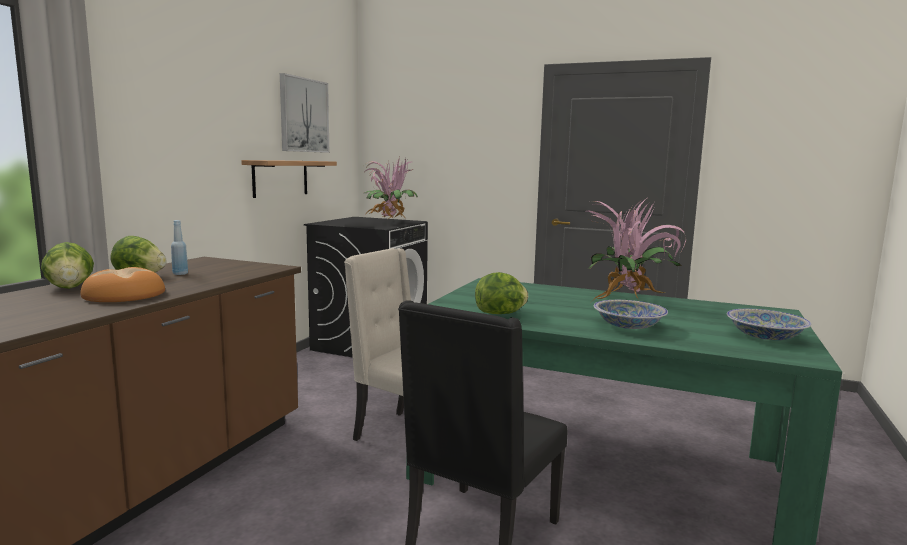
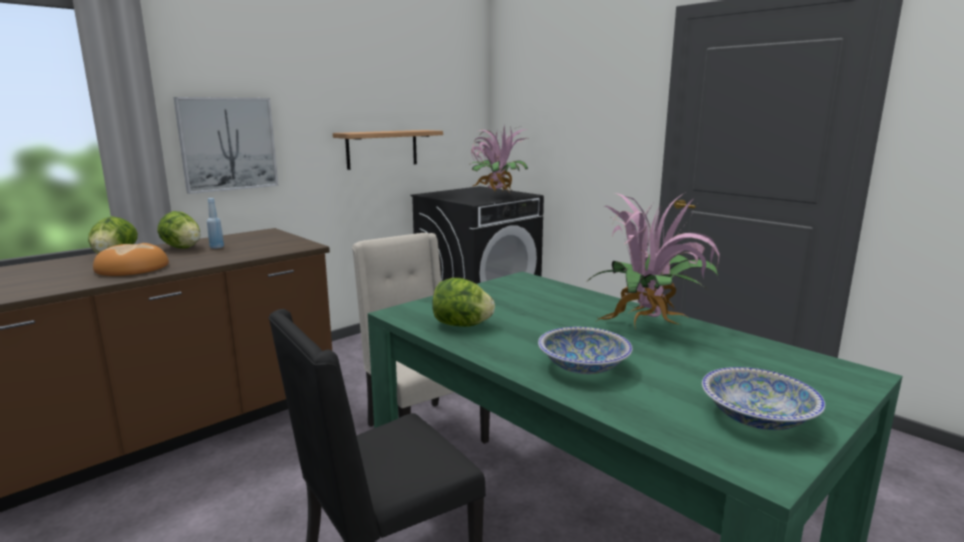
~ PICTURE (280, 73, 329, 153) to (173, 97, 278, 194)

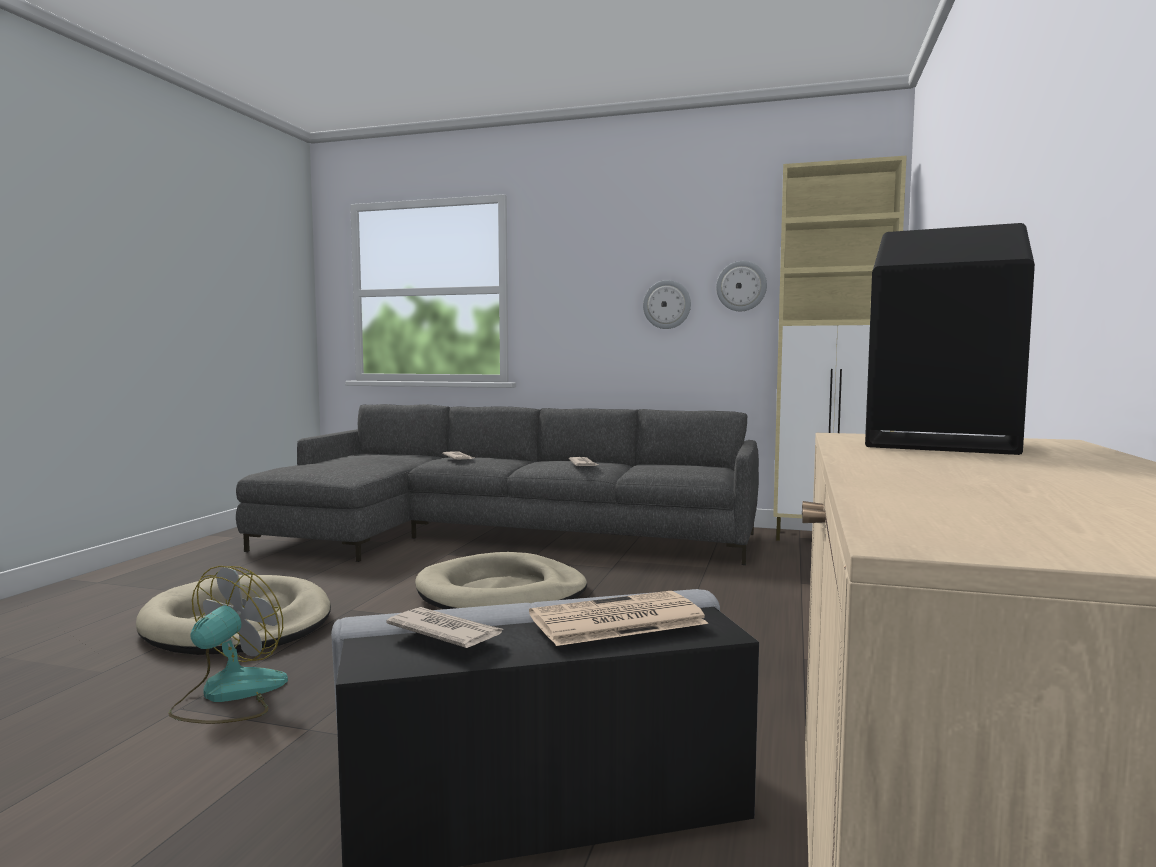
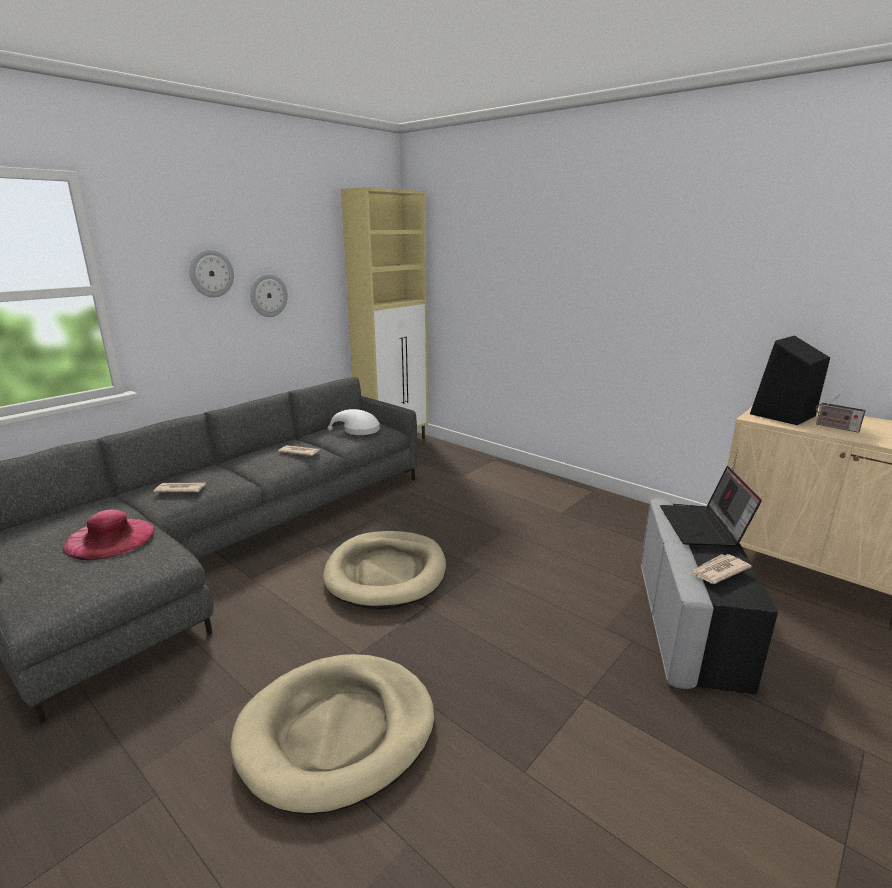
- FAN (168, 566, 288, 724)
~ NEWSPAPER (529, 591, 708, 646) to LAPTOP (660, 466, 762, 546)
~ WALL CLOCK (716, 261, 767, 311) to (190, 249, 234, 297)
+ PINK HAT (62, 510, 155, 560)
+ WHITE HAT (327, 409, 380, 435)
+ RADIO (815, 394, 866, 432)

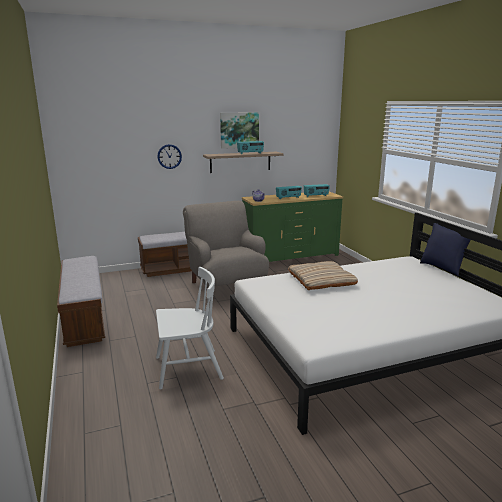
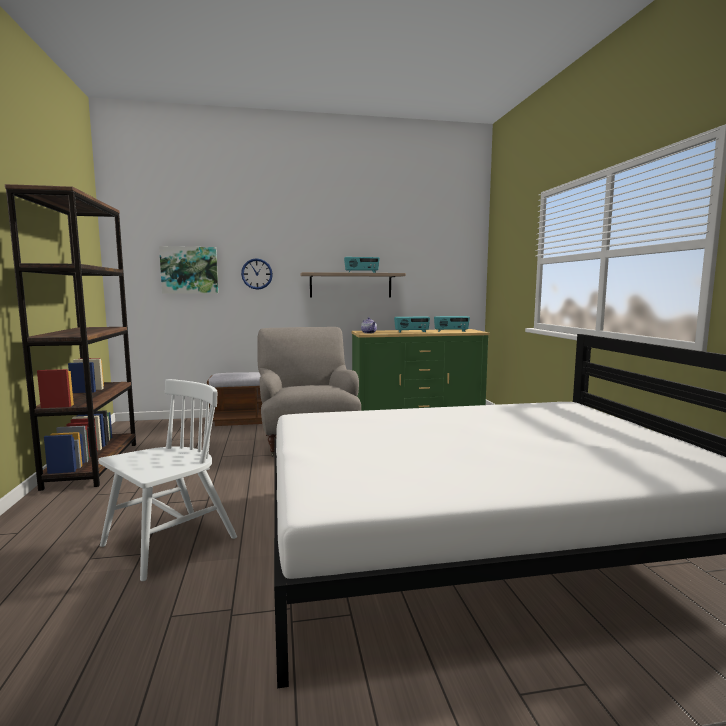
~ BENCH (57, 256, 105, 347) to BROWN BOOKCASE (5, 184, 136, 491)
~ WHITE CHAIR (156, 267, 224, 389) = (98, 379, 237, 581) 45 degrees counterclockwise
~ PICTURE (220, 112, 259, 149) to (159, 246, 218, 294)
- BEIGE PILLOW (288, 261, 358, 290)
- BLUE PILLOW (420, 223, 470, 277)

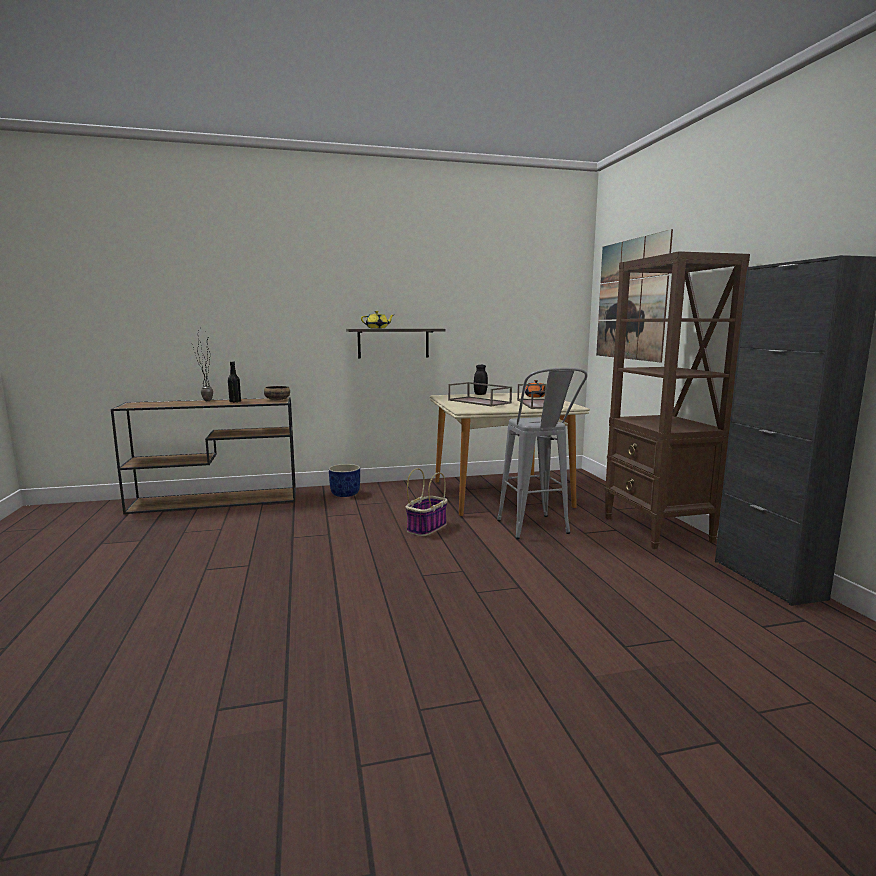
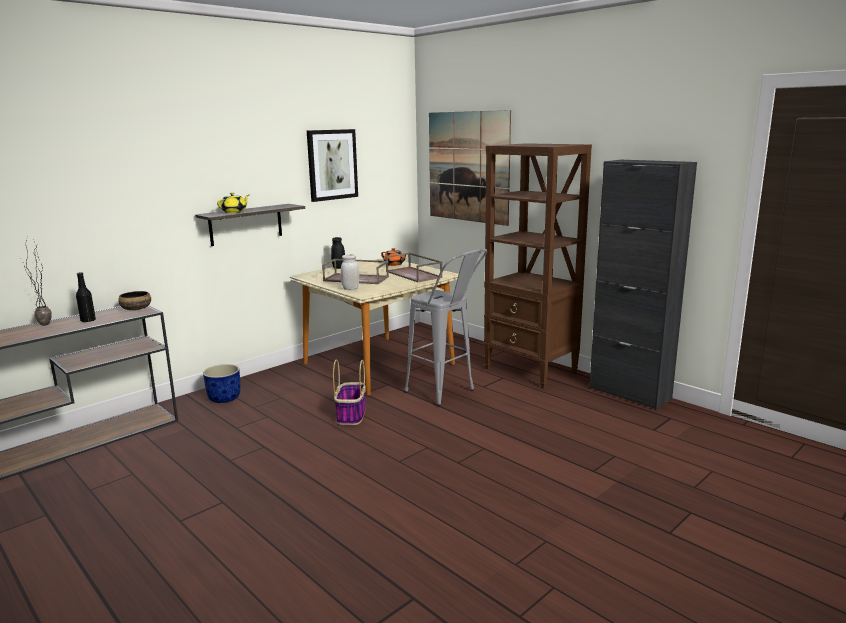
+ PICTURE (307, 129, 358, 202)
+ WHITE JAR (341, 254, 359, 290)

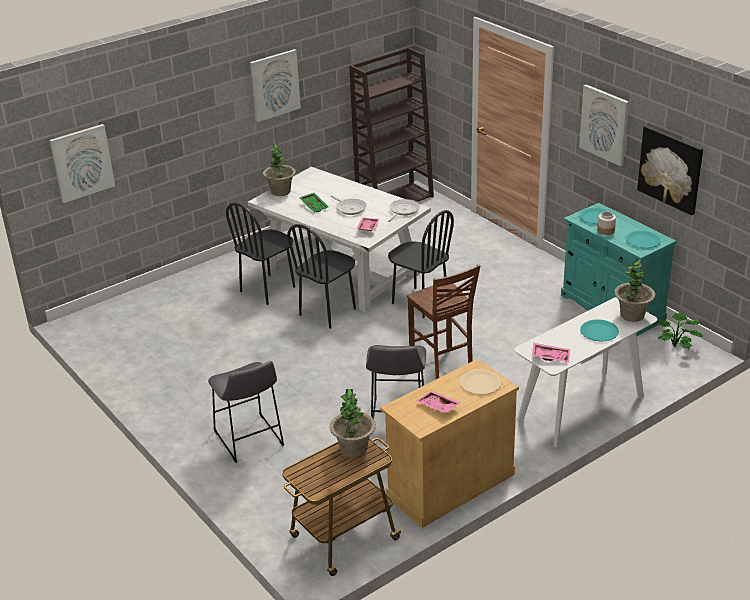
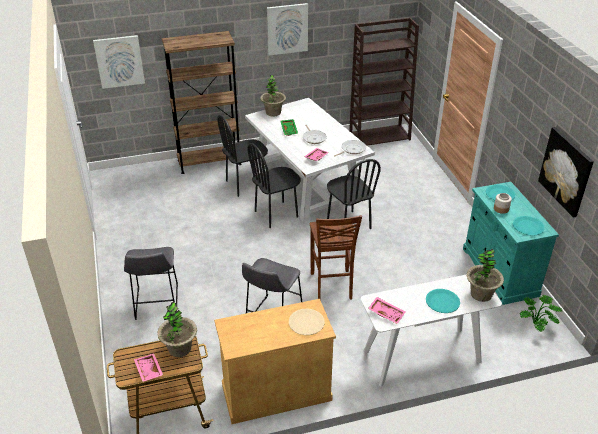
~ PINK TRAY (416, 391, 461, 413) to (134, 354, 163, 382)
- PICTURE (579, 85, 629, 166)
+ BROWN BOOKCASE (162, 31, 241, 174)

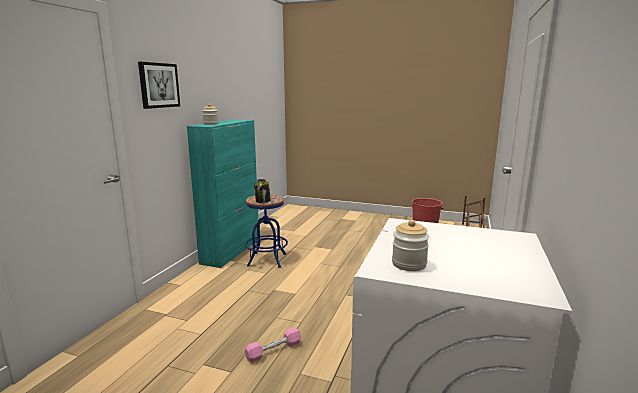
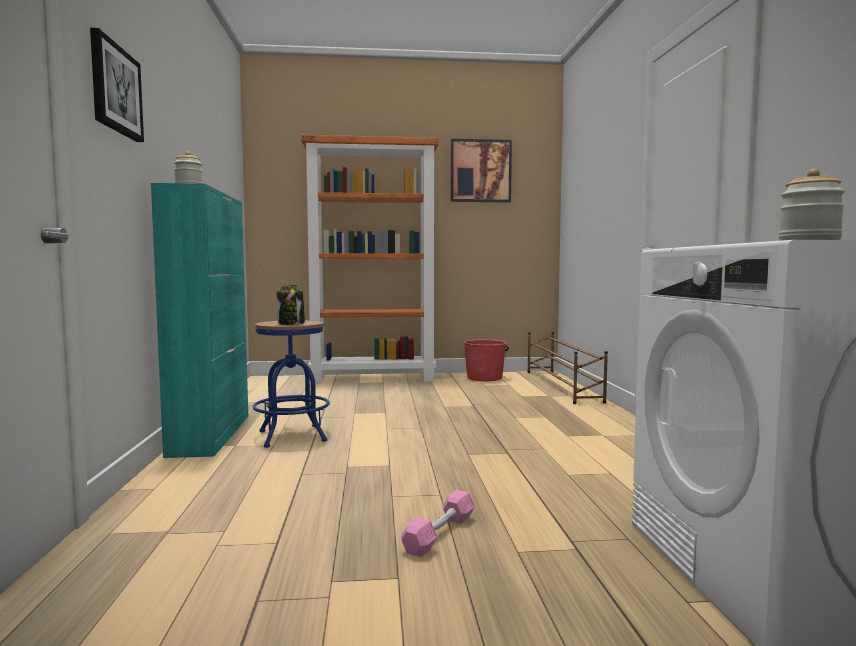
+ ORANGE BOOKCASE (301, 135, 439, 384)
+ PICTURE (450, 139, 512, 202)

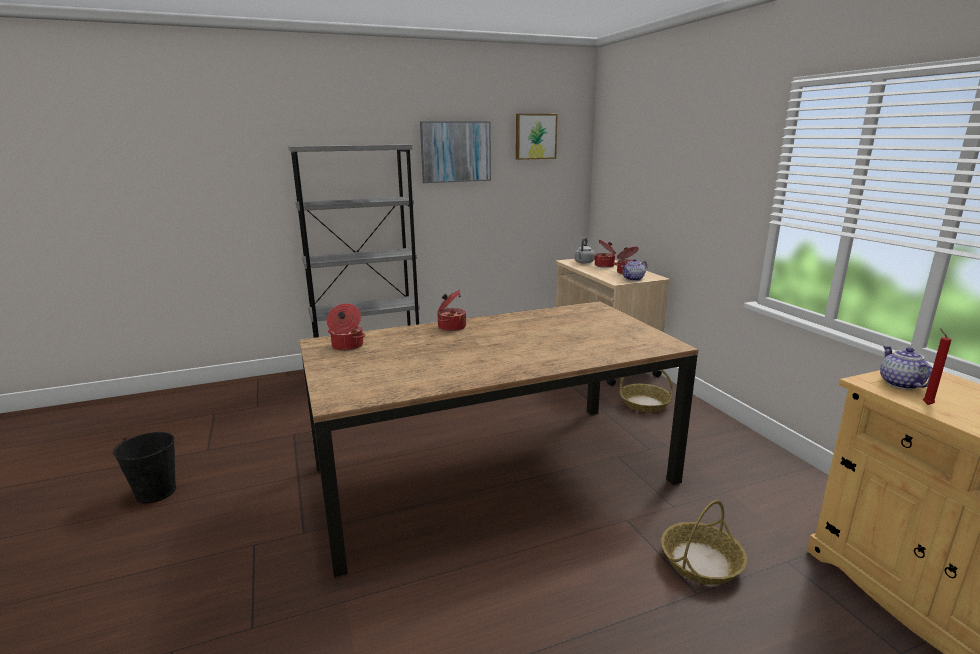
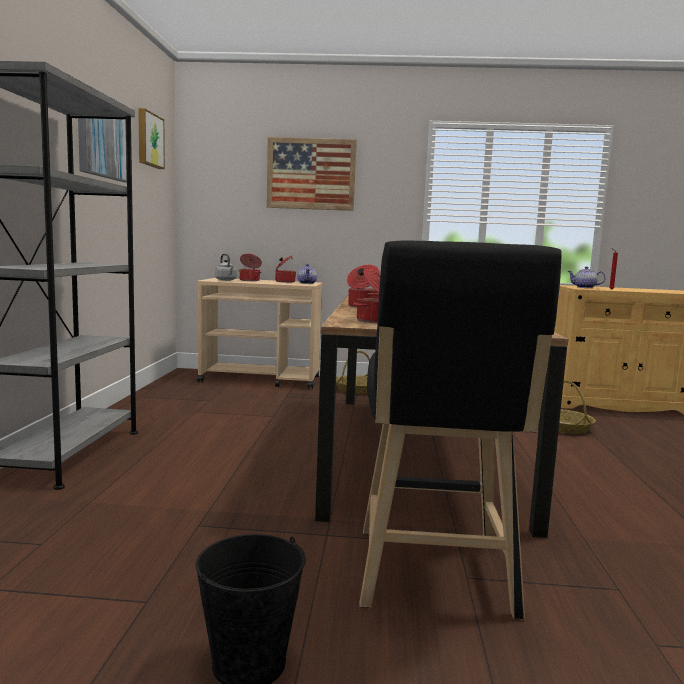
+ PICTURE (267, 137, 357, 211)
+ BLACK STOOL (359, 240, 561, 619)

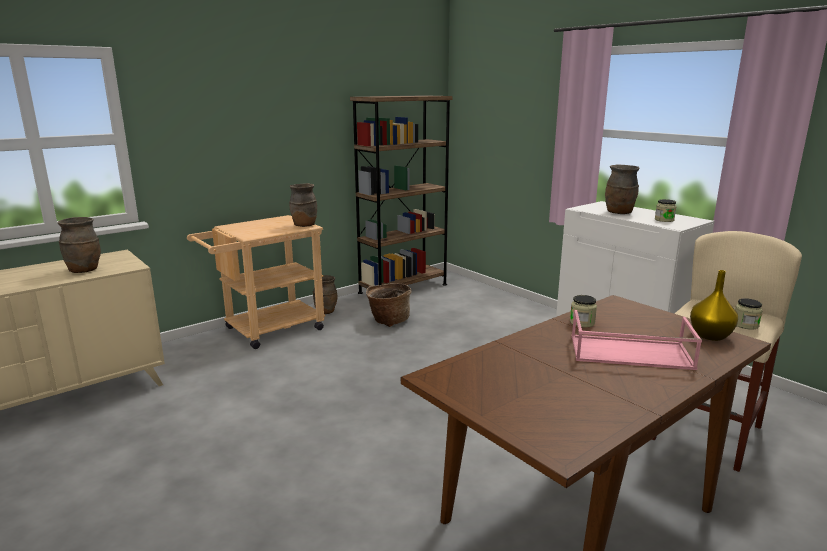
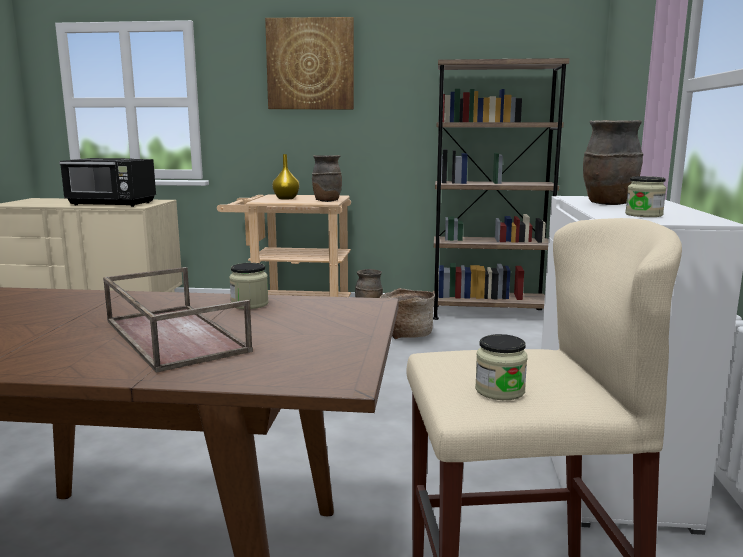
~ BROWN VASE (58, 217, 101, 273) to BLACK MICROWAVE (59, 158, 156, 207)
~ PINK TRAY (571, 310, 702, 370) to BROWN TRAY (103, 267, 253, 373)
~ YELLOW VASE (690, 270, 738, 341) to (272, 154, 299, 200)
+ PICTURE (265, 17, 354, 110)

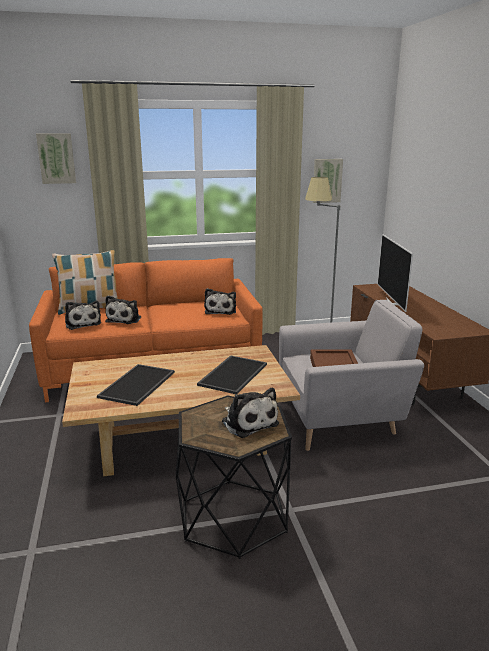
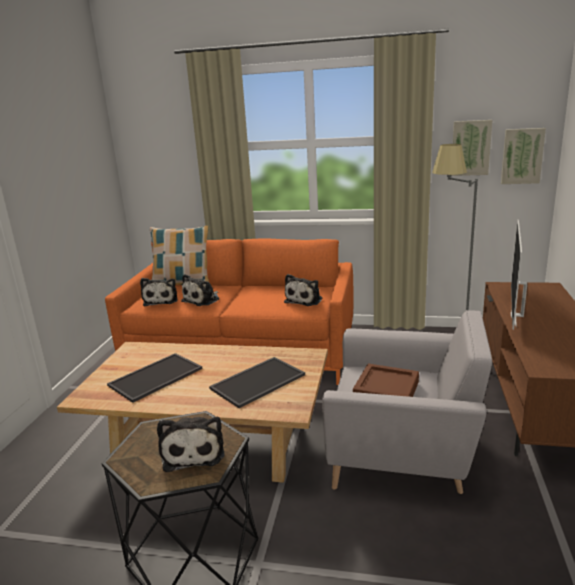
~ PICTURE (36, 133, 76, 184) to (501, 128, 546, 184)

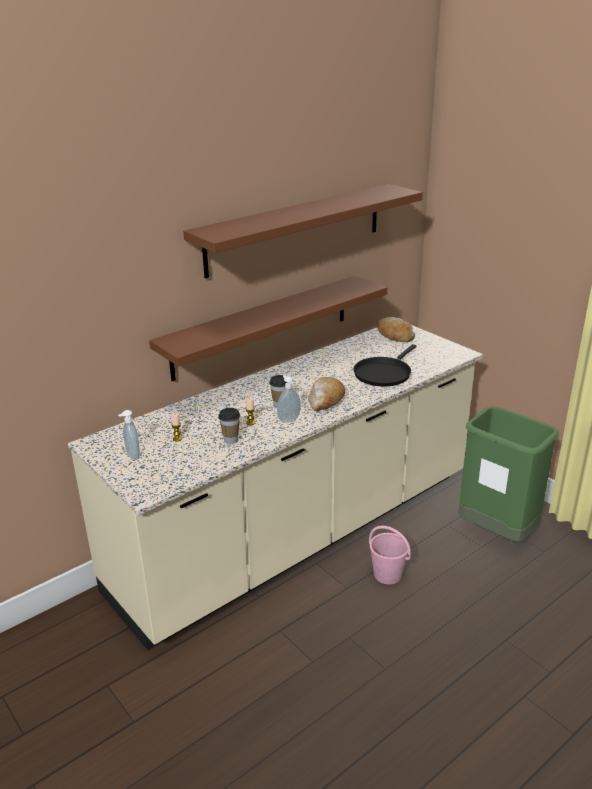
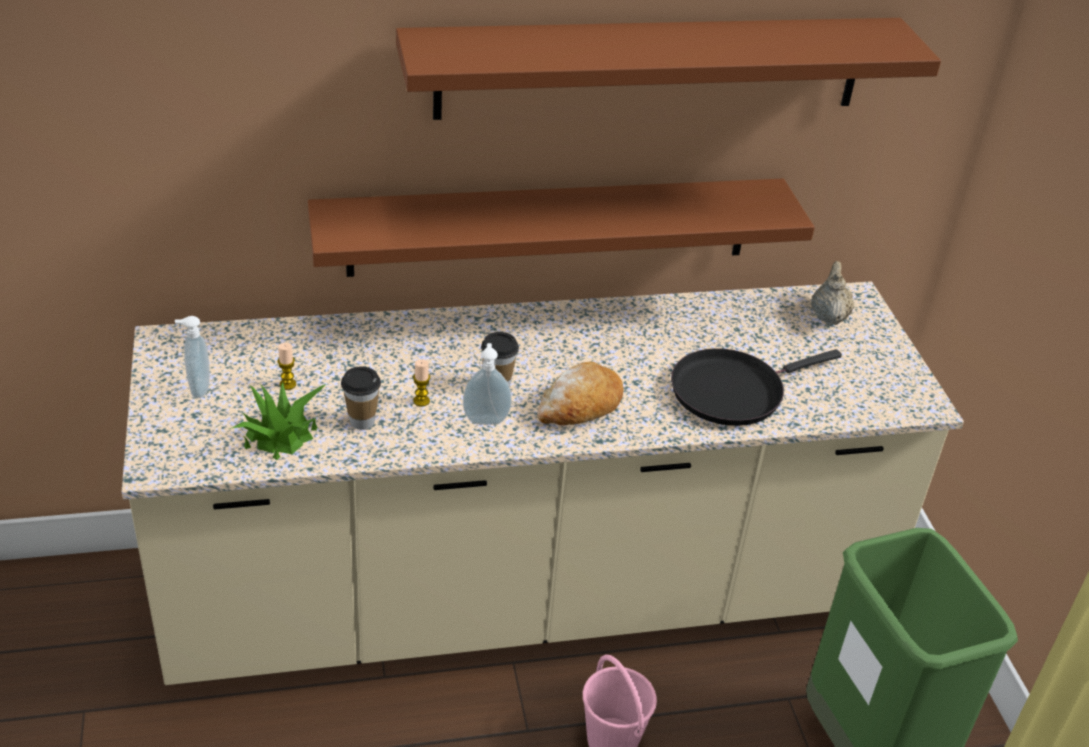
~ BREAD (377, 317, 415, 342) to BEIGE TEAPOT (811, 261, 854, 325)
+ POTTED PLANT (229, 382, 326, 460)

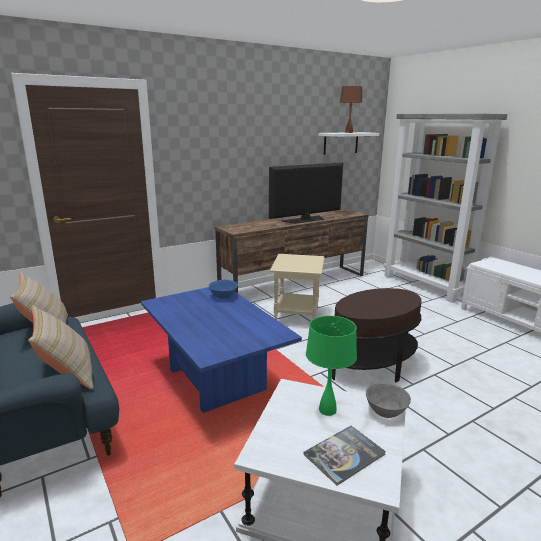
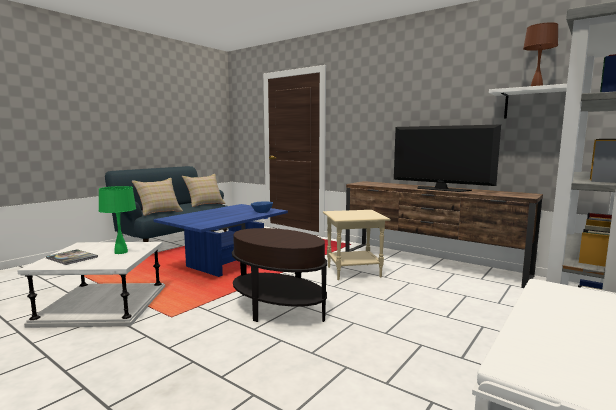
- GREY BOWL (366, 383, 411, 418)

